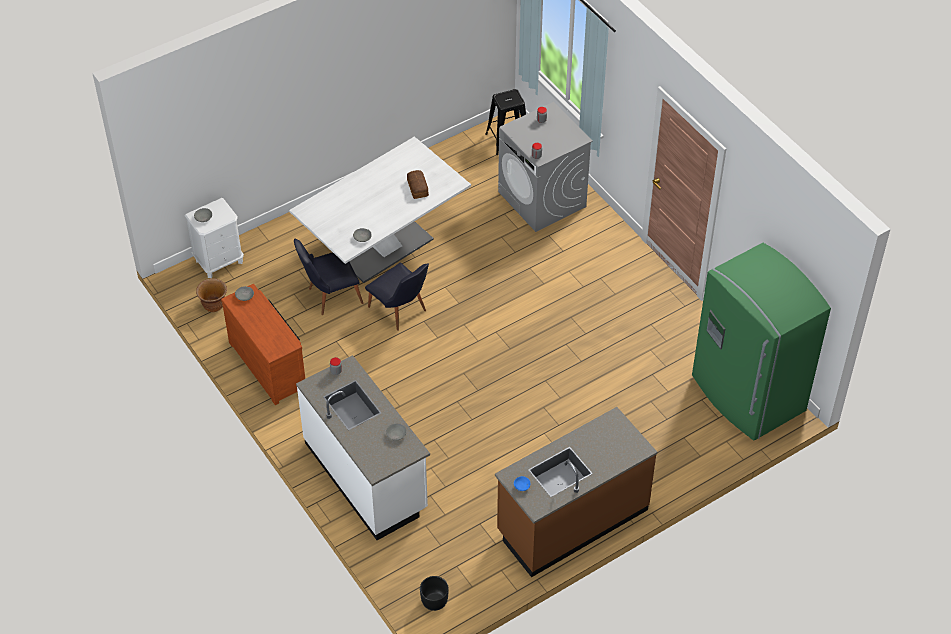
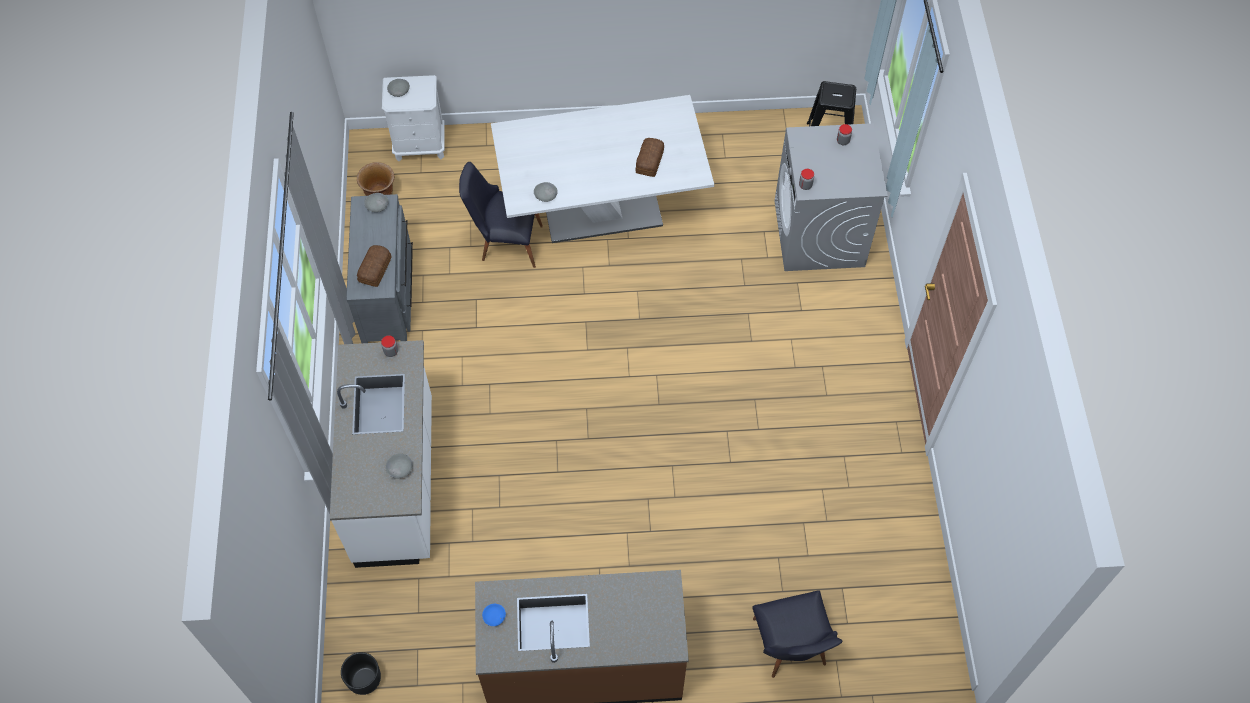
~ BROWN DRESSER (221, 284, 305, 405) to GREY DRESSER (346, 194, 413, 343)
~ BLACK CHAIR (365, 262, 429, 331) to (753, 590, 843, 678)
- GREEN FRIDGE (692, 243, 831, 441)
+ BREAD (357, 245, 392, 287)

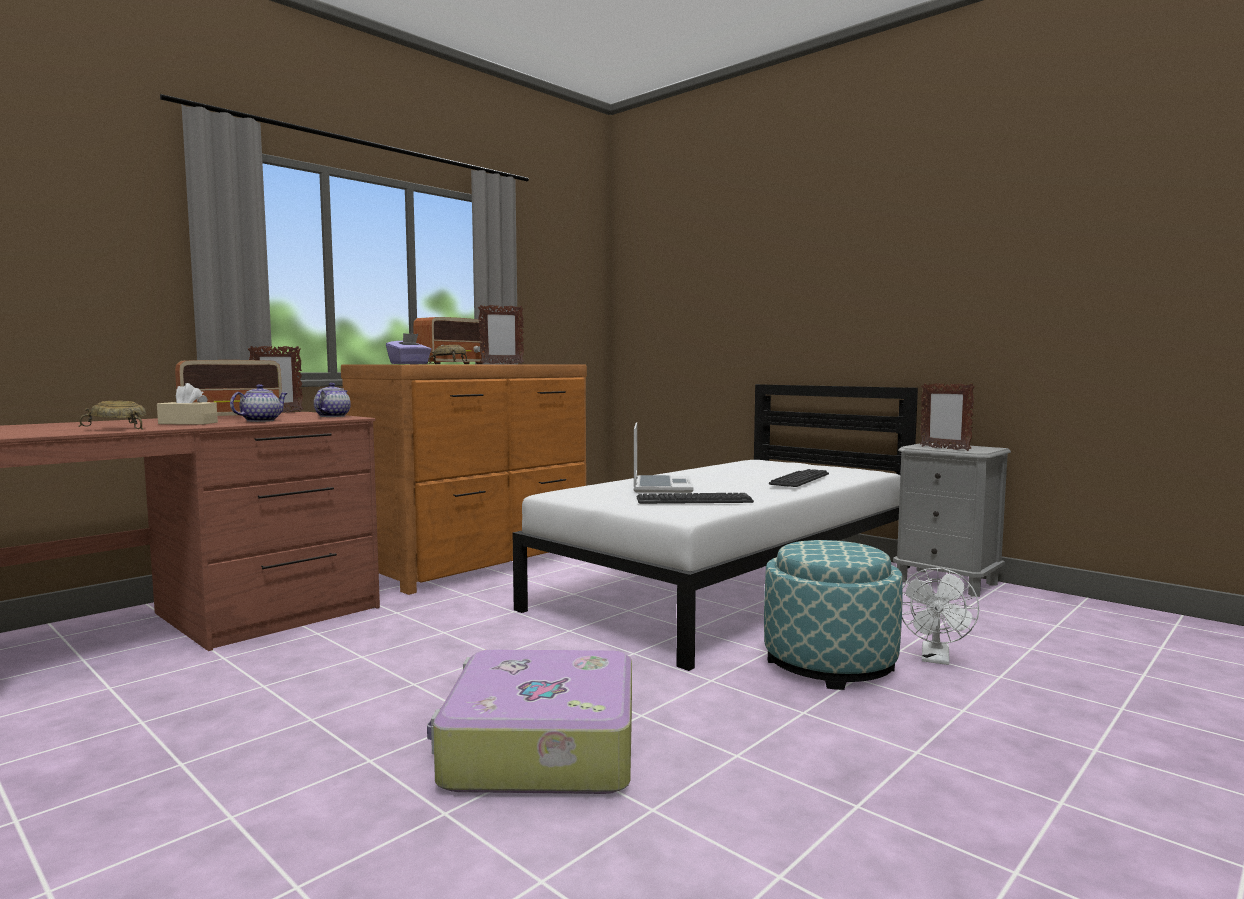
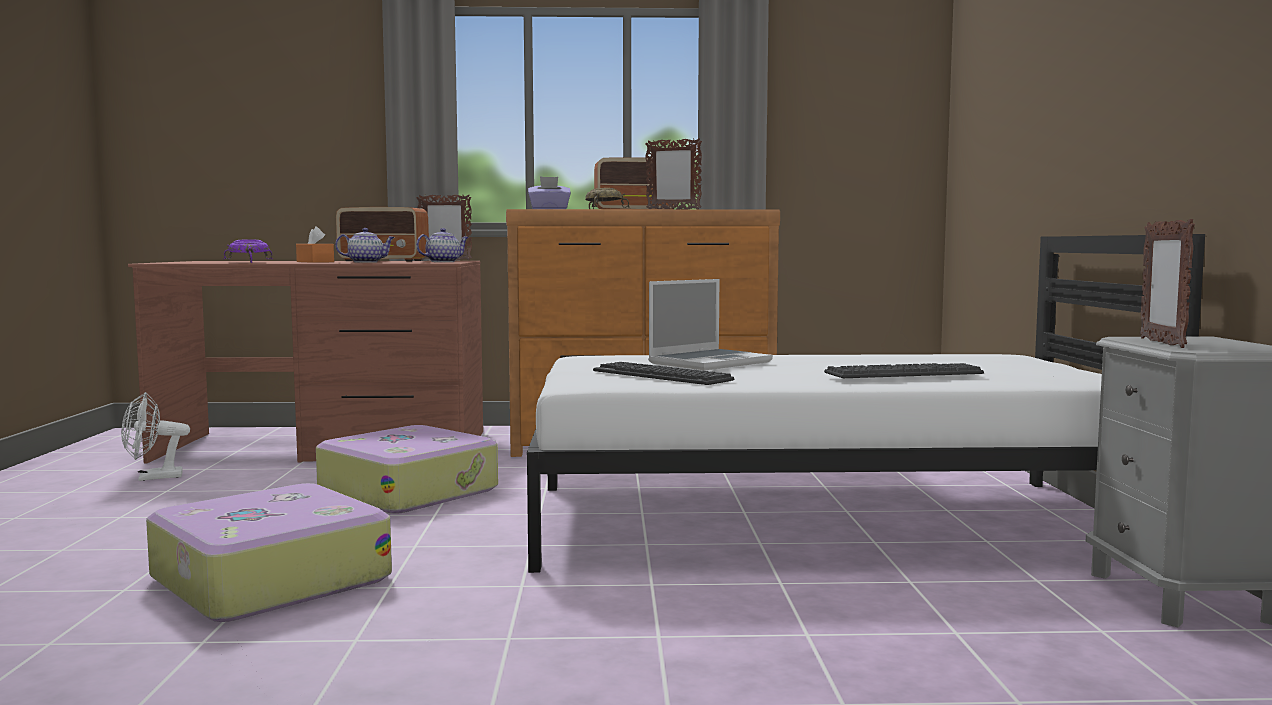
~ BEIGE BOWL (78, 401, 146, 430) to PURPLE BOWL (223, 239, 273, 263)
~ BEIGE TISSUE BOX (157, 383, 218, 425) to ORANGE TISSUE BOX (296, 226, 334, 263)
- OTTOMAN (764, 540, 903, 690)
~ WHITE FAN (902, 568, 979, 665) to (121, 392, 190, 481)
+ SUITCASE (316, 425, 498, 514)

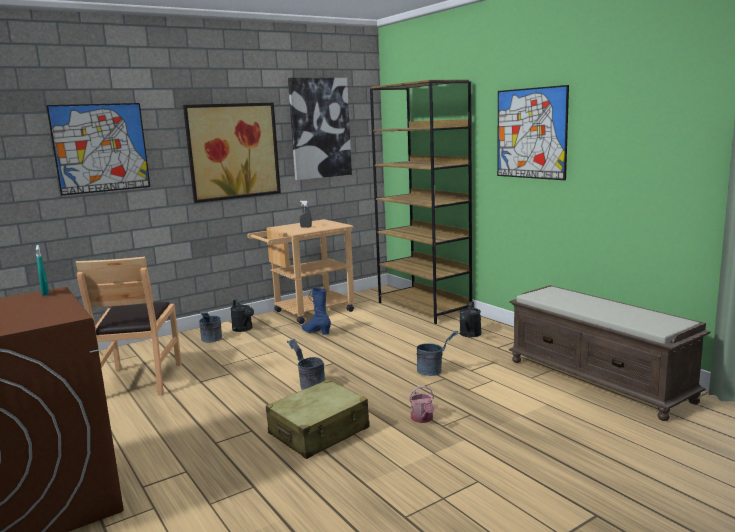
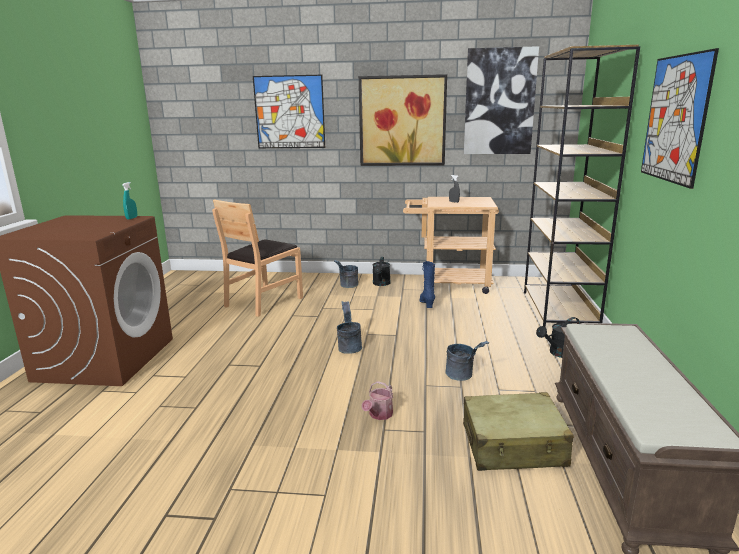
~ BEIGE SUITCASE (266, 379, 370, 459) to (463, 392, 573, 471)

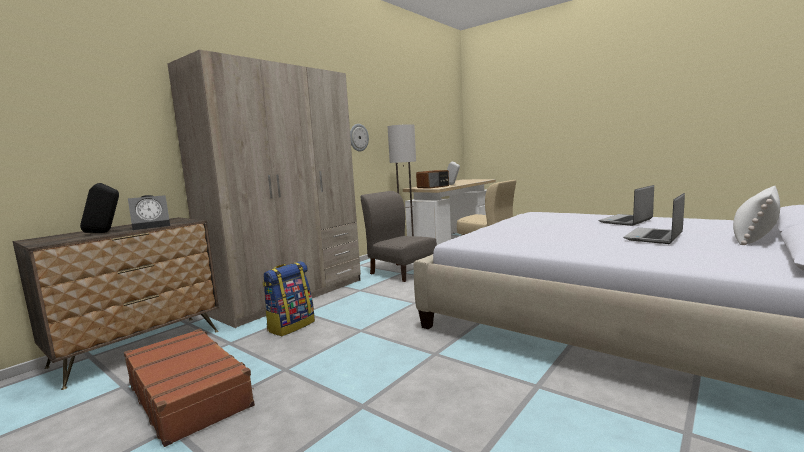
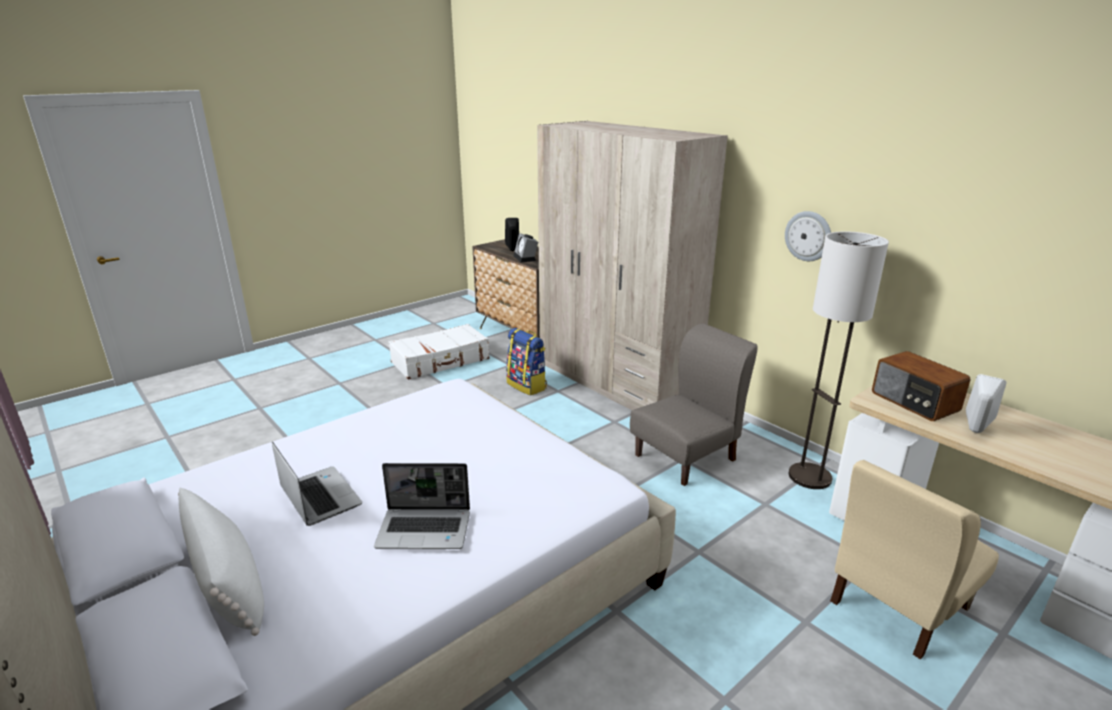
~ BROWN SUITCASE (124, 329, 255, 447) to WHITE SUITCASE (389, 324, 490, 380)
~ LAPTOP (598, 185, 654, 226) = (374, 463, 470, 549) 120 degrees clockwise

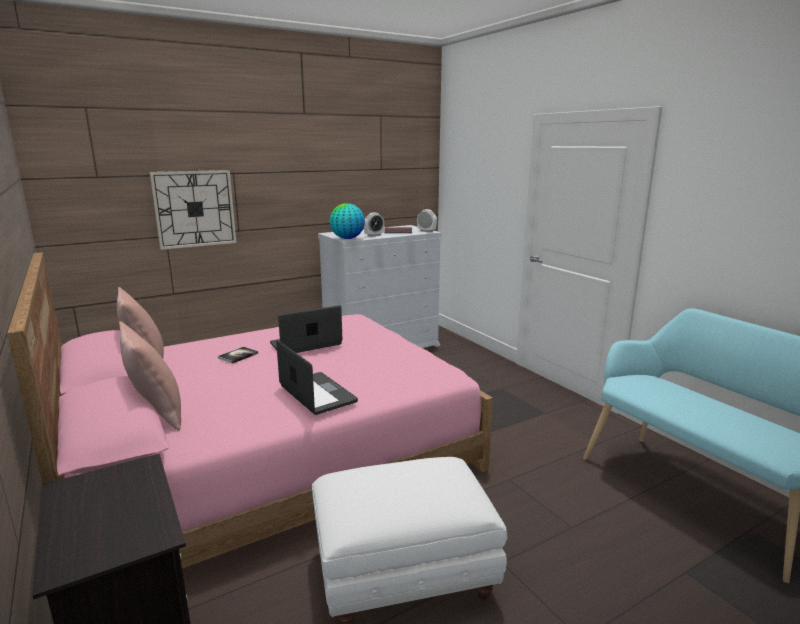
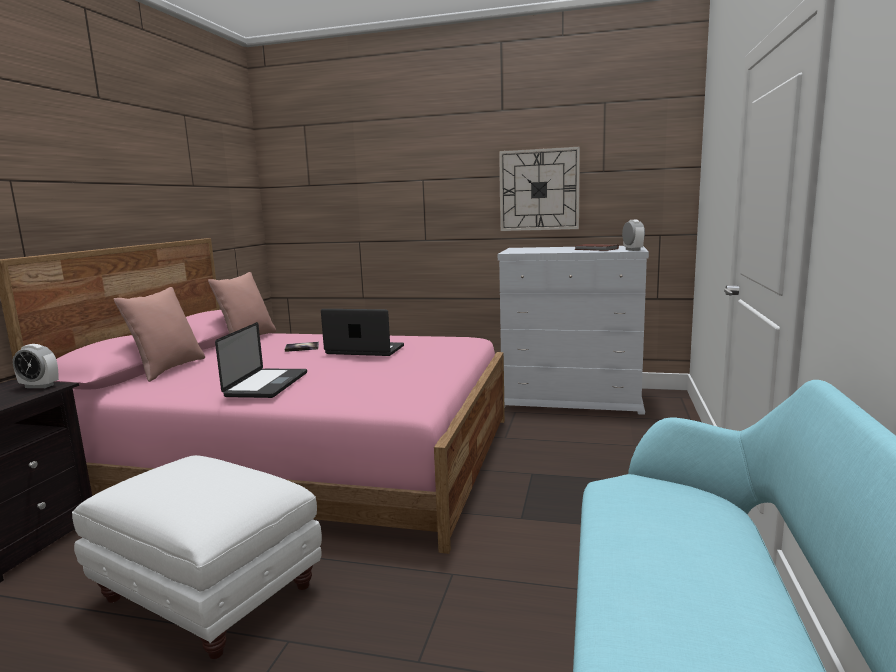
~ WALL CLOCK (150, 170, 237, 250) to (499, 146, 580, 231)
- GLOBE (329, 203, 365, 239)
~ ALARM CLOCK (364, 213, 384, 237) to (13, 344, 59, 388)

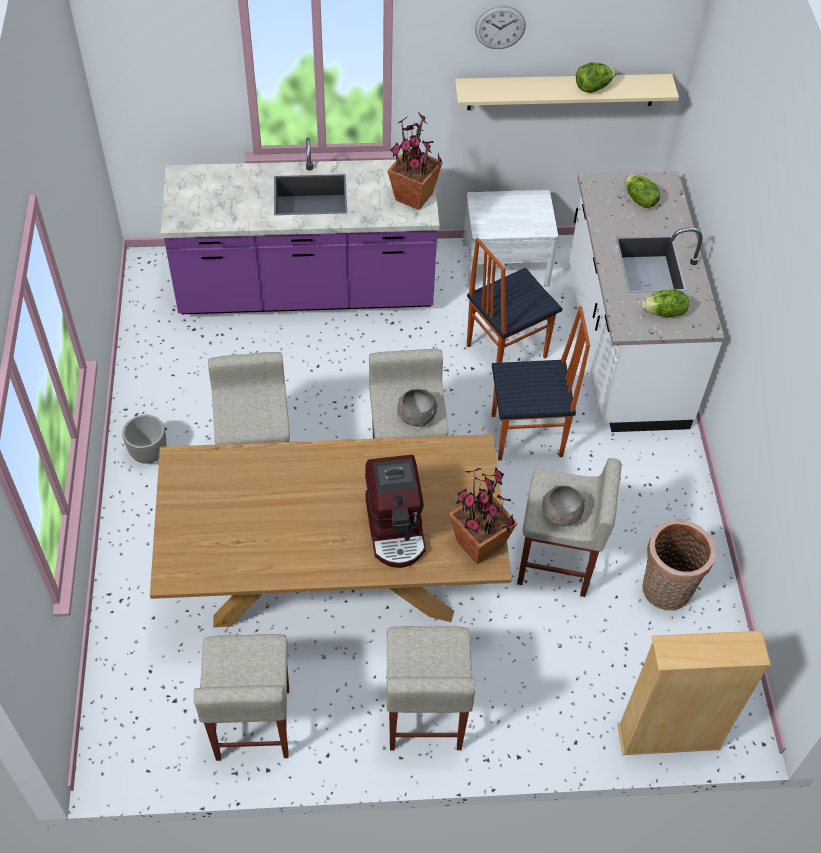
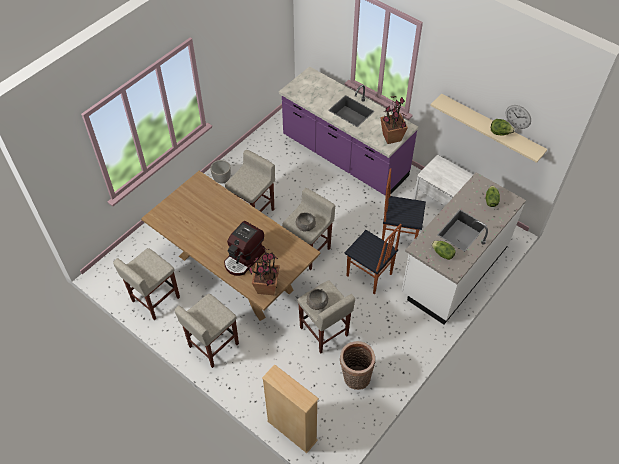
~ WALL CLOCK (475, 5, 526, 49) to (505, 105, 531, 129)

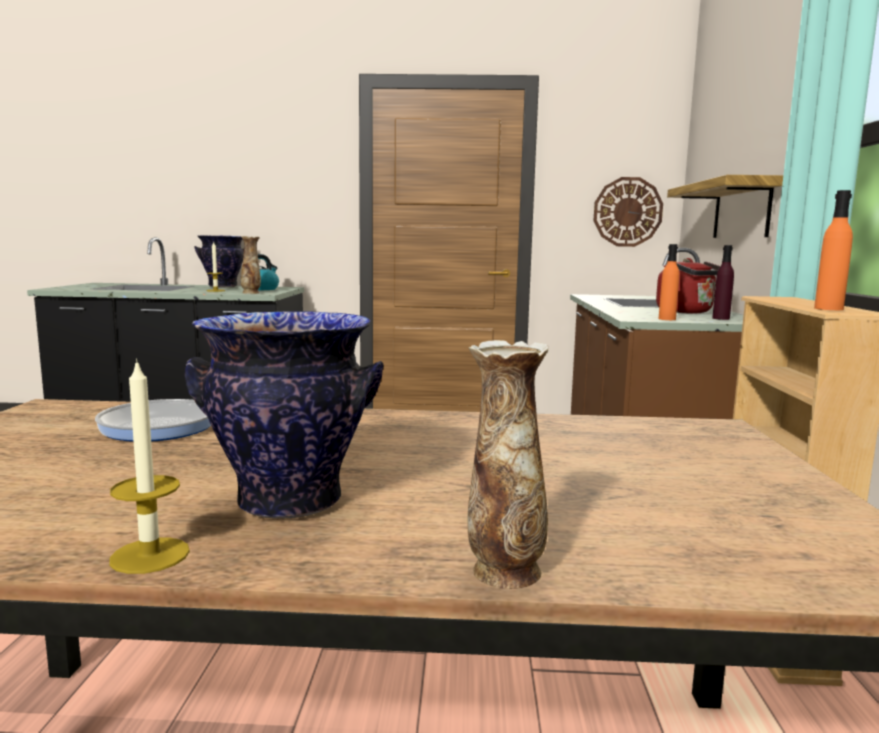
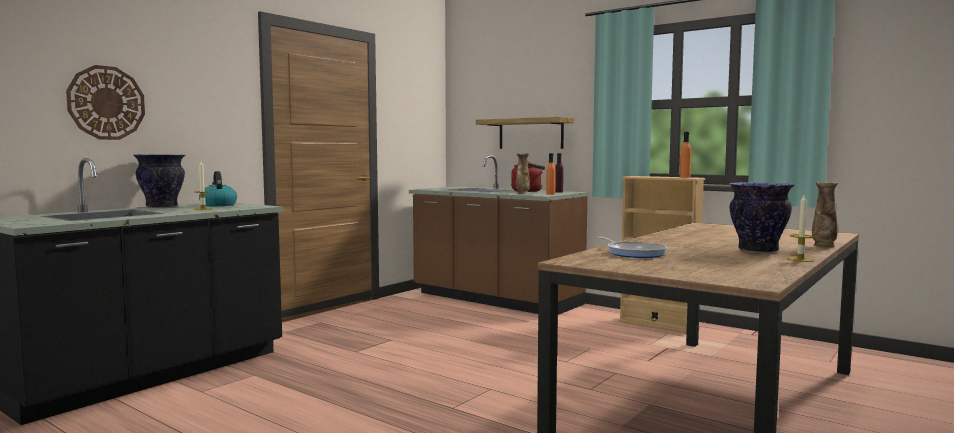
~ VASE (241, 236, 261, 294) to (516, 153, 530, 194)
~ WALL CLOCK (593, 177, 663, 247) to (66, 65, 145, 140)

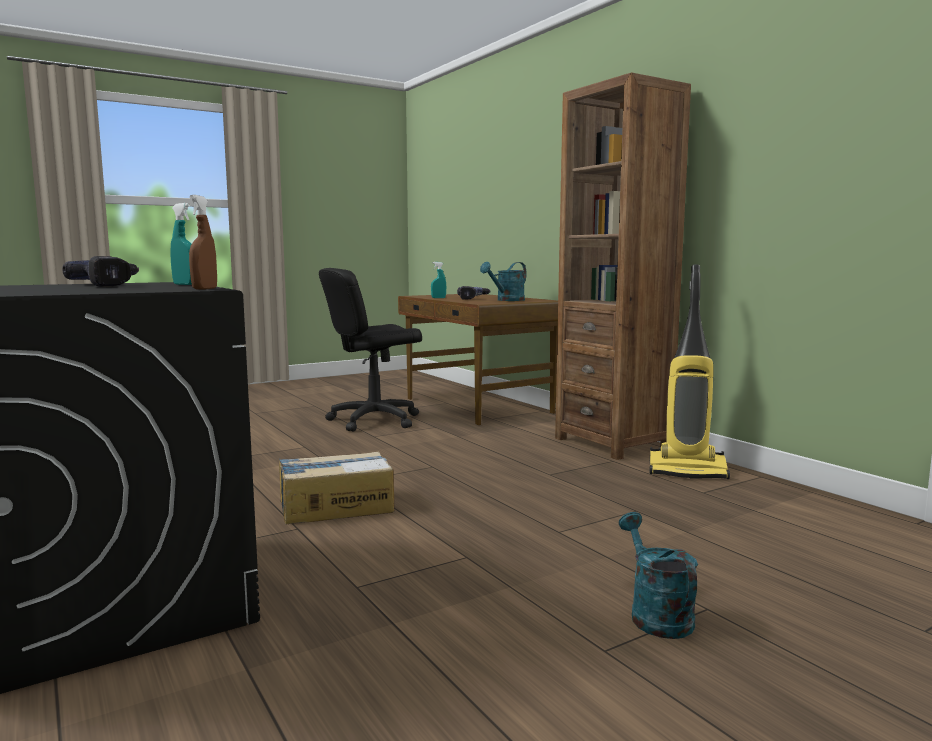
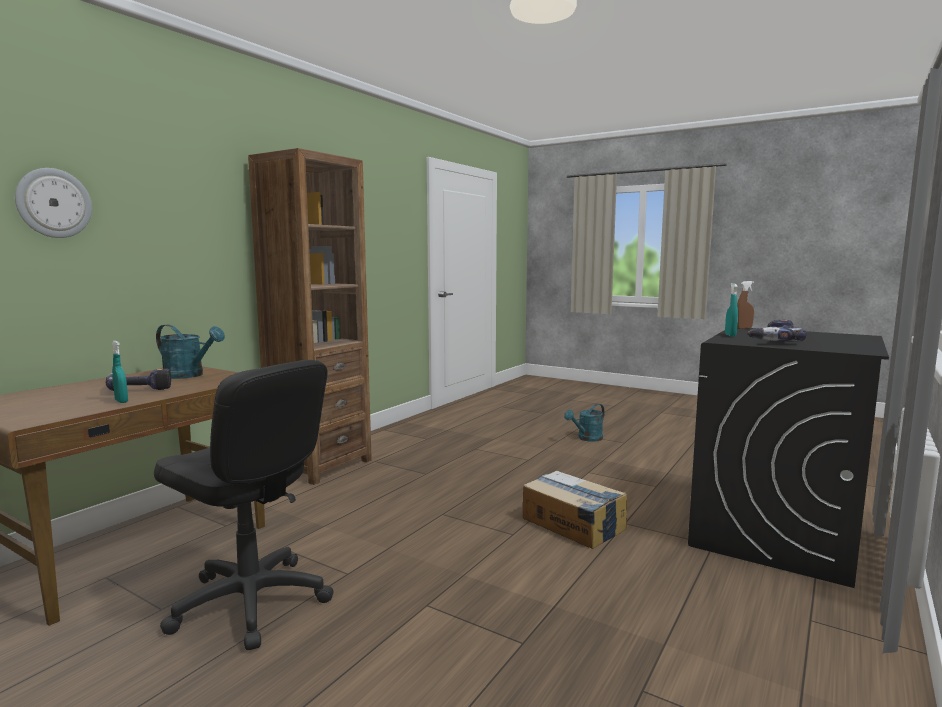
- VACUUM CLEANER (649, 264, 730, 479)
+ WALL CLOCK (15, 168, 92, 238)

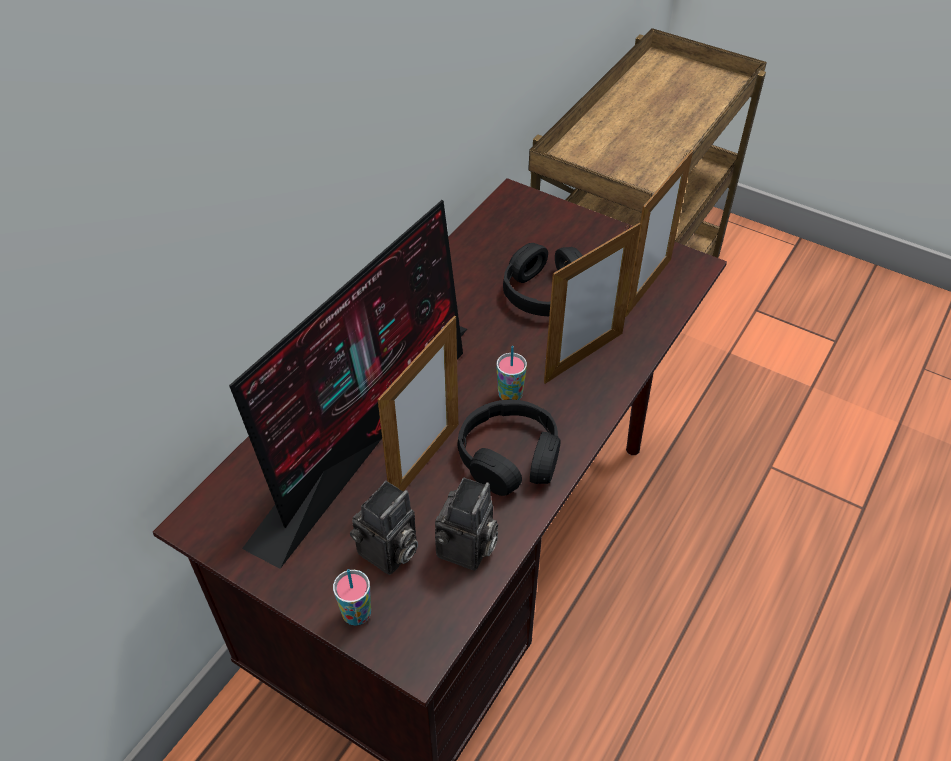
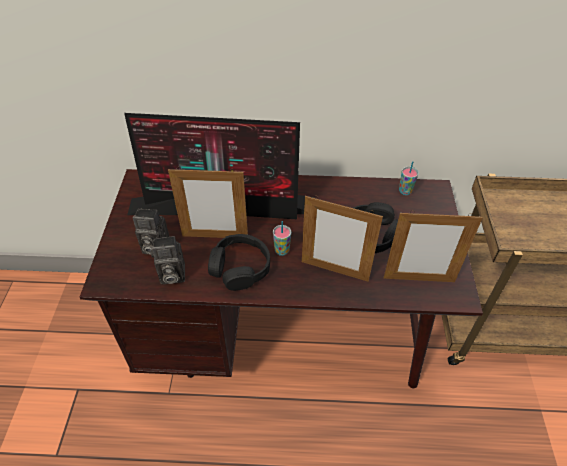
~ CUP (333, 569, 371, 626) to (399, 161, 419, 195)

